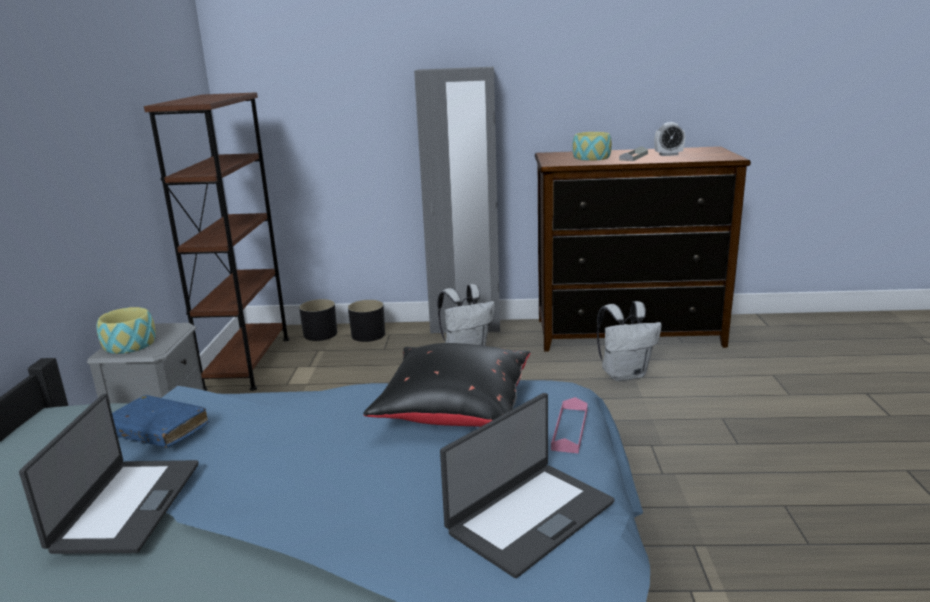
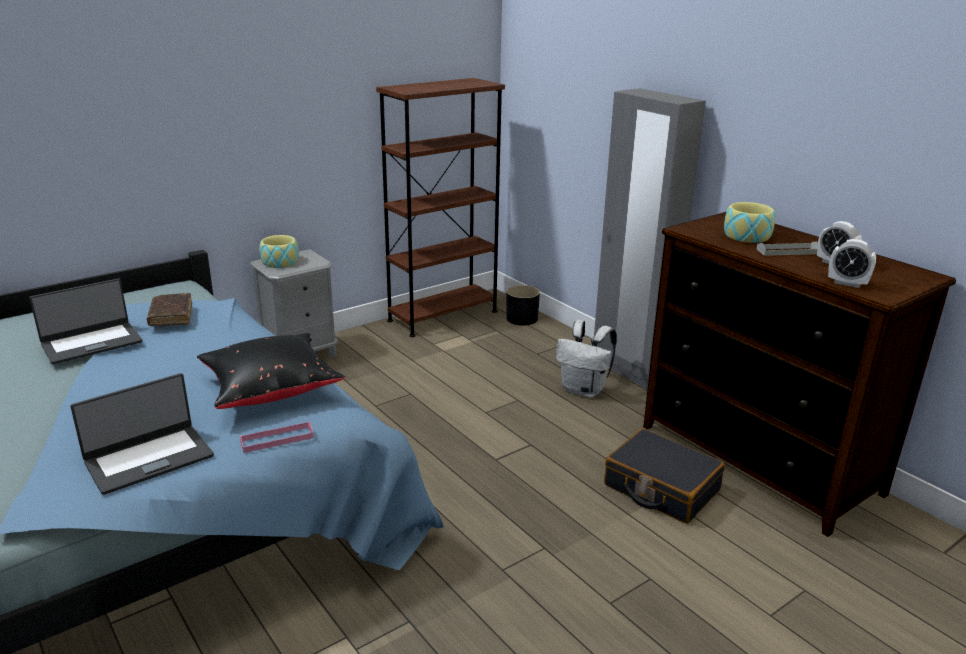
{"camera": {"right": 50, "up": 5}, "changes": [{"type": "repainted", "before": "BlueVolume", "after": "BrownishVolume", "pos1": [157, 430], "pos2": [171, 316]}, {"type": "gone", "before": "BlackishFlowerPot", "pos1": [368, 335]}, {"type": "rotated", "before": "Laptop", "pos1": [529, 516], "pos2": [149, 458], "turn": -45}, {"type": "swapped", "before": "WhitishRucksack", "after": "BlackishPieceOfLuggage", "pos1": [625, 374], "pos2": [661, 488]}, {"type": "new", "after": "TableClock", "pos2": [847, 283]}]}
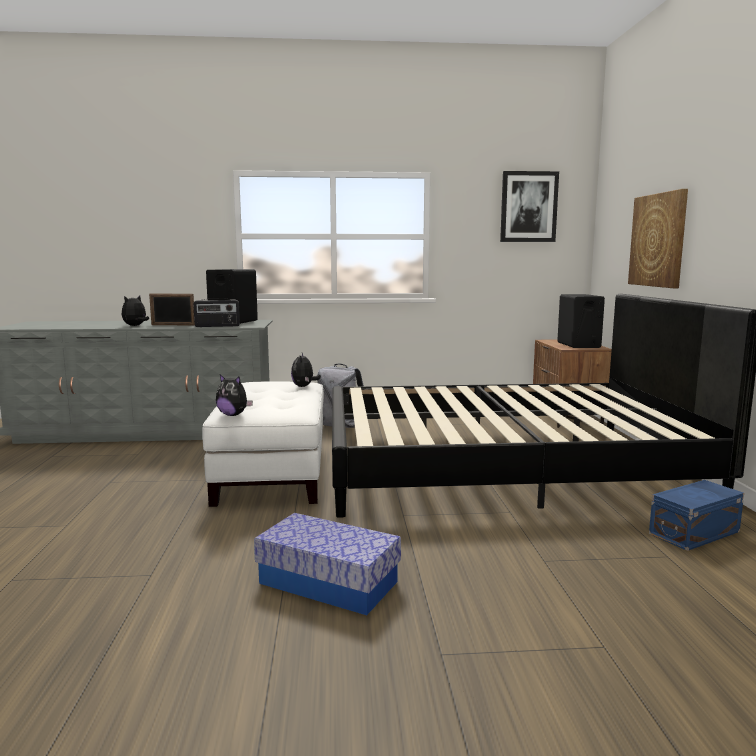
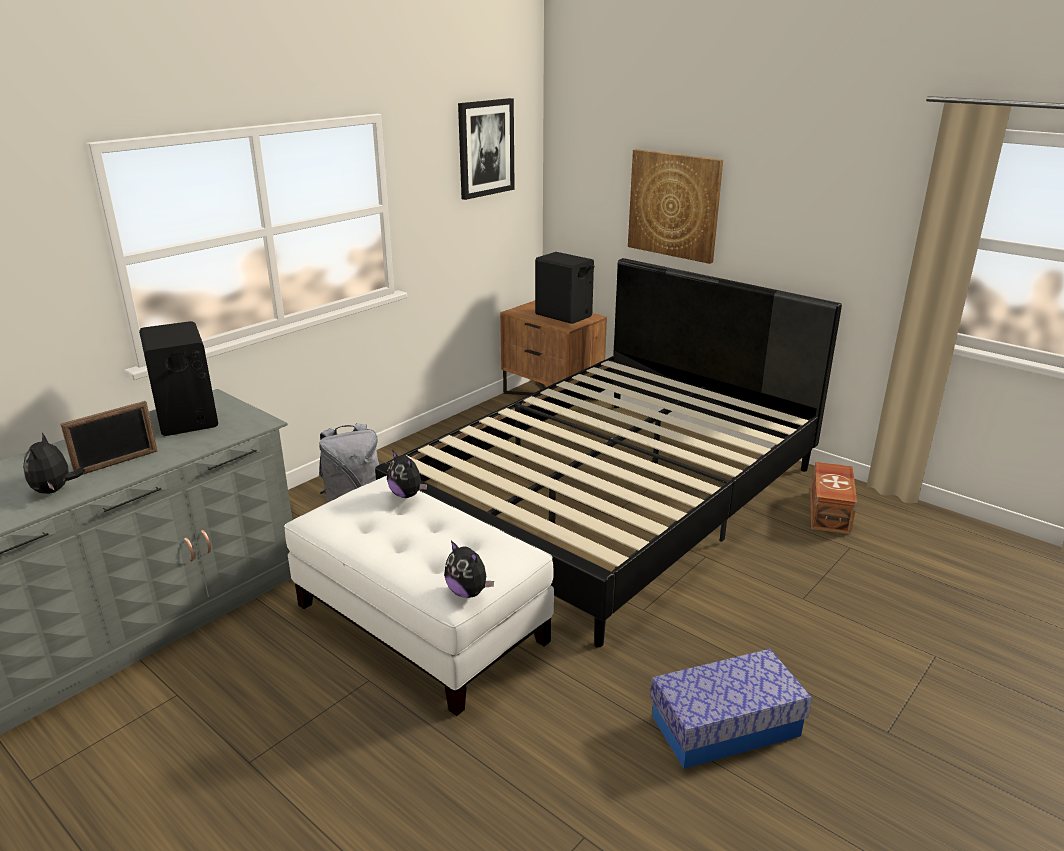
{"camera": {"right": -45, "up": 15}, "changes": [{"type": "gone", "before": "RadioSet", "pos1": [217, 326]}, {"type": "rotated", "before": "CuddlyToy", "pos1": [233, 415], "pos2": [468, 592], "turn": 60}, {"type": "repainted", "before": "BlueStorageBin", "after": "BrownishStorageBin", "pos1": [696, 533], "pos2": [830, 512]}]}
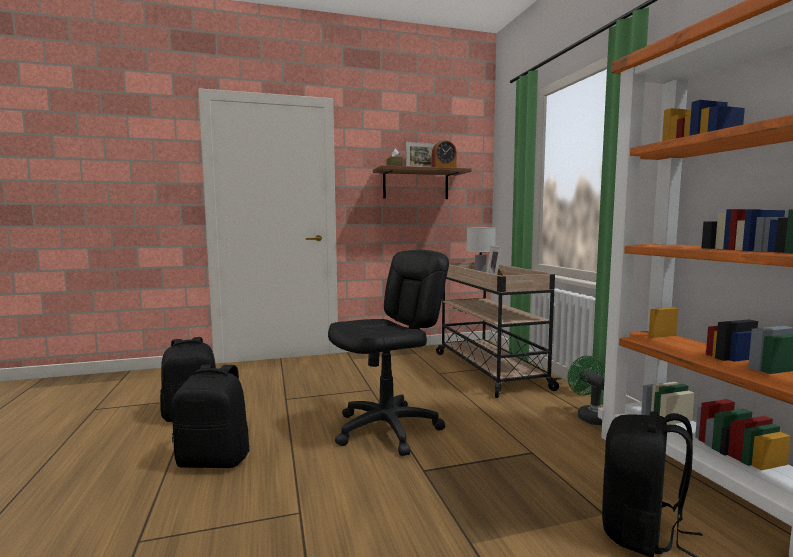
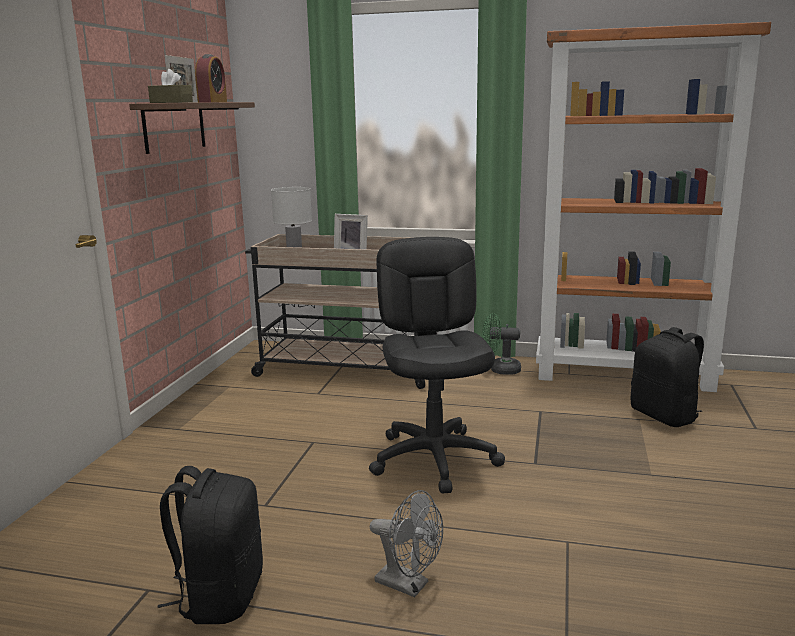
{"camera": {"right": -60, "up": 10}, "changes": [{"type": "swapped", "before": "BlackishRucksack", "after": "GrayFan", "pos1": [215, 460], "pos2": [409, 585]}]}
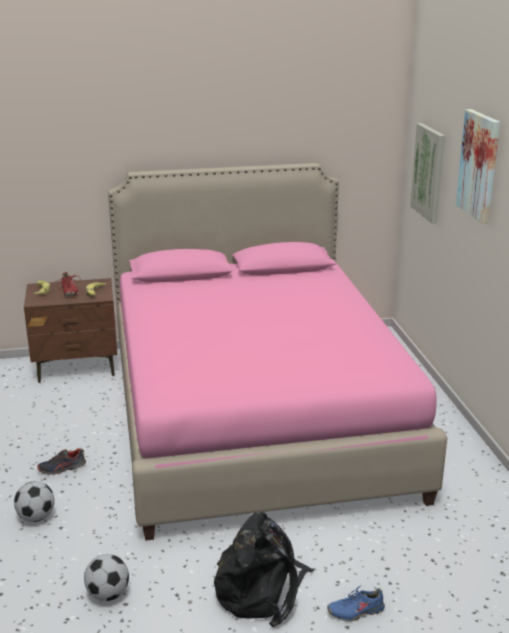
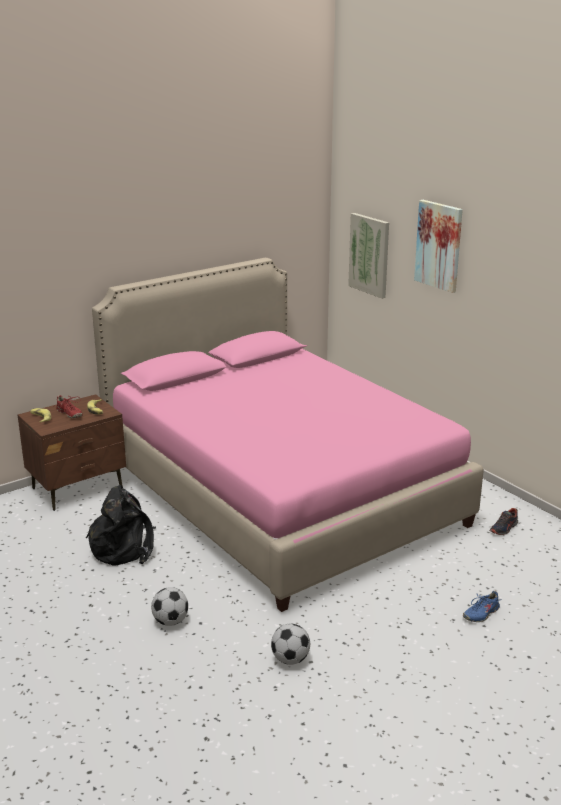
{"camera": {"right": -25, "up": 0}, "changes": [{"type": "shifted", "before": "LowShoe", "pos1": [62, 468], "pos2": [504, 528]}, {"type": "shifted", "before": "BlackishRucksack", "pos1": [262, 591], "pos2": [124, 547]}]}
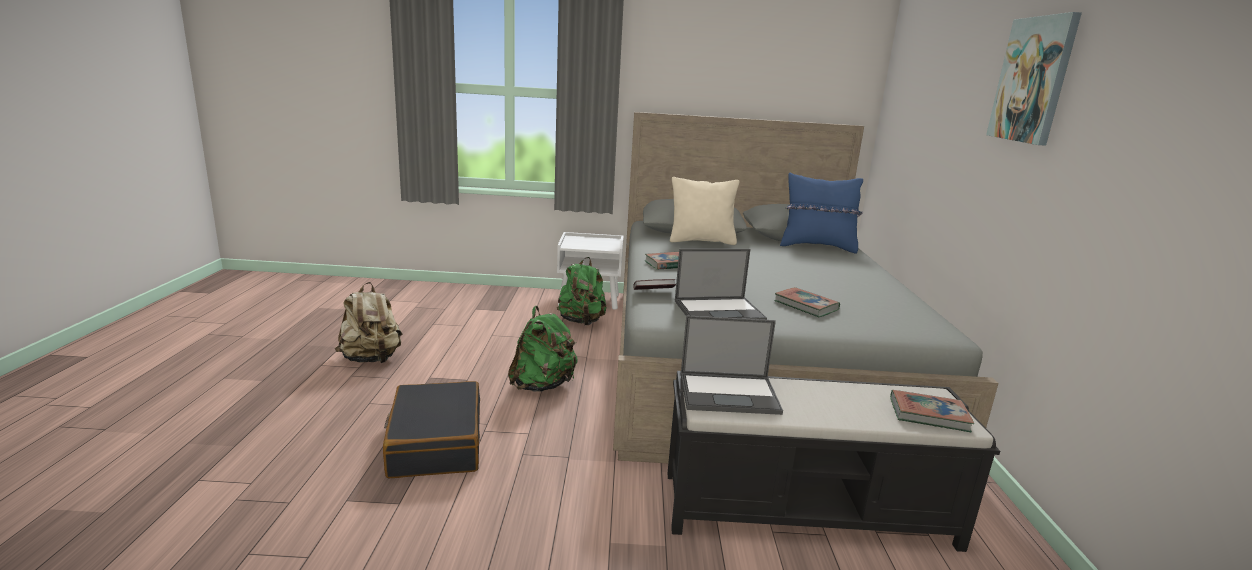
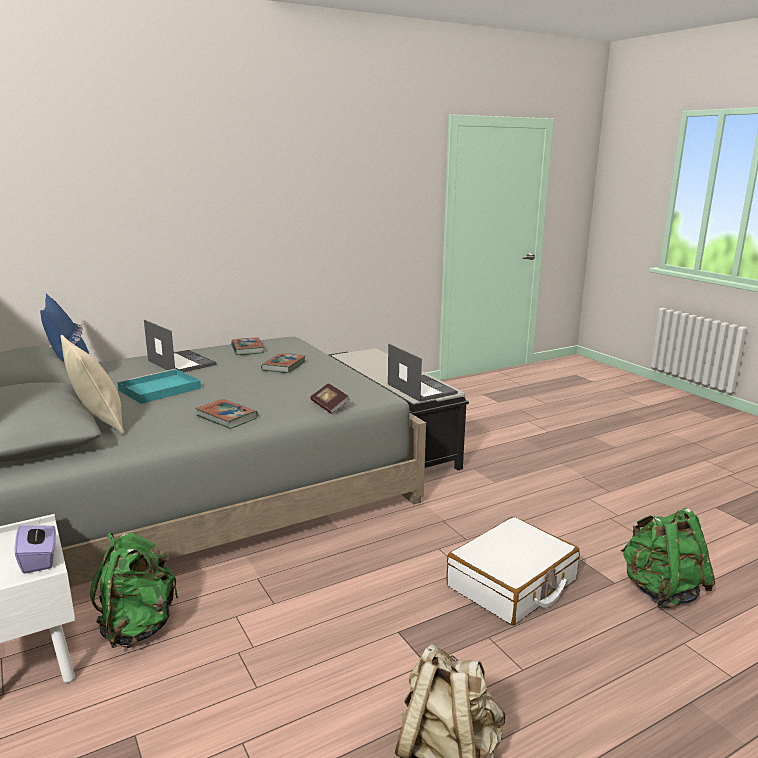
{"camera": {"right": -120, "up": 0}, "changes": [{"type": "repainted", "before": "BlackishPieceOfLuggage", "after": "WhitishPieceOfLuggage", "pos1": [435, 443], "pos2": [512, 584]}, {"type": "shifted", "before": "GreenRucksack", "pos1": [542, 385], "pos2": [661, 591]}, {"type": "shifted", "before": "Laptop", "pos1": [720, 311], "pos2": [181, 362]}, {"type": "shifted", "before": "Volume", "pos1": [928, 415], "pos2": [247, 349]}, {"type": "gone", "before": "WallPicture", "pos1": [1033, 80]}, {"type": "new", "after": "PurpleColouredBoxOfTissues", "pos2": [39, 560]}, {"type": "new", "after": "BlueGreenServingTray", "pos2": [158, 389]}]}
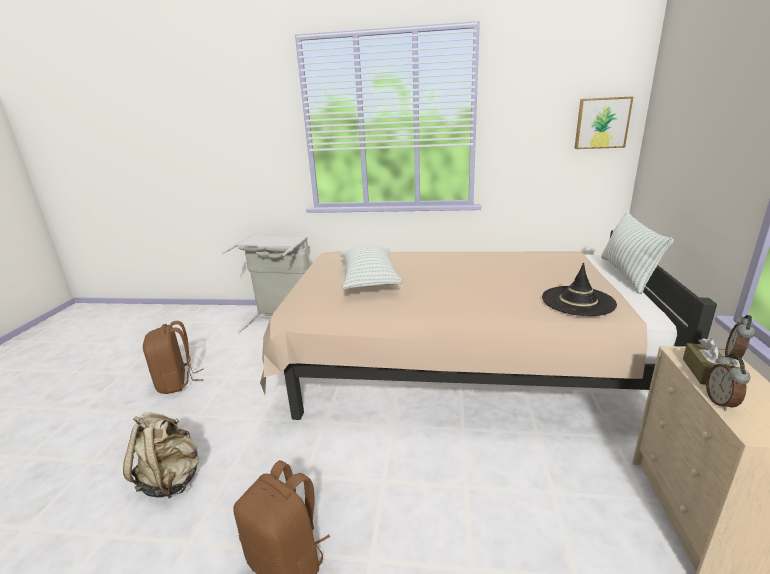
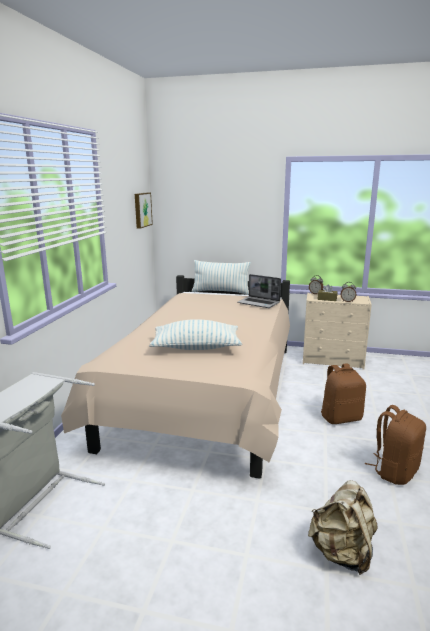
{"camera": {"right": -85, "up": -5}, "changes": [{"type": "shifted", "before": "BrownishRucksack", "pos1": [177, 382], "pos2": [341, 417]}, {"type": "swapped", "before": "BlackishWearableHat", "after": "Laptop", "pos1": [578, 301], "pos2": [259, 303]}]}
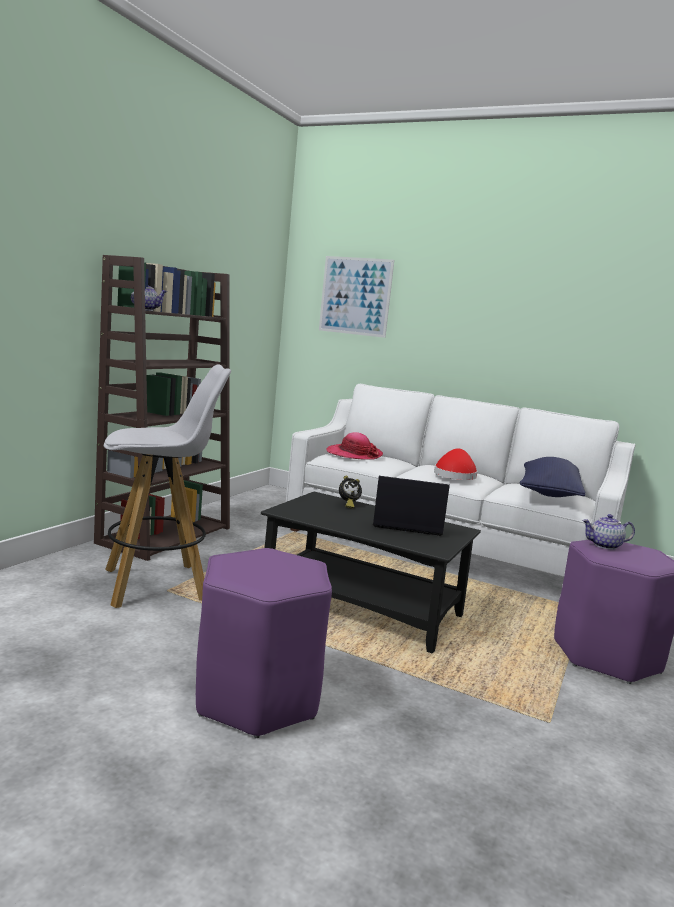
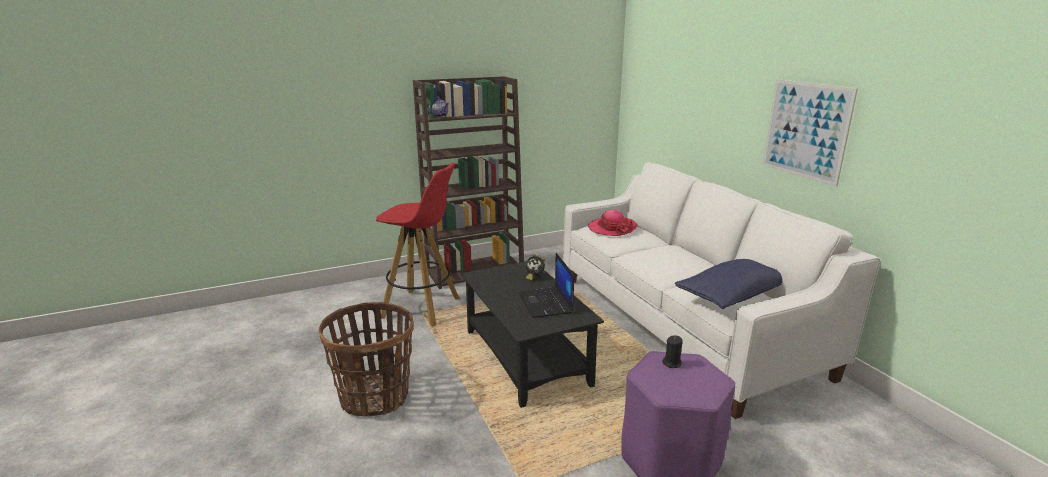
{"camera": {"right": 40, "up": 10}, "changes": [{"type": "repainted", "before": "WhitishStool", "after": "RedStool", "pos1": [158, 585], "pos2": [422, 308]}, {"type": "swapped", "before": "PurpleColouredStool", "after": "HouseholdBasket", "pos1": [256, 698], "pos2": [375, 397]}, {"type": "shifted", "before": "WallPicture", "pos1": [355, 296], "pos2": [806, 130]}, {"type": "rotated", "before": "Laptop", "pos1": [406, 524], "pos2": [546, 303], "turn": -150}, {"type": "gone", "before": "RedWearableHat", "pos1": [454, 475]}, {"type": "swapped", "before": "TeaPot", "after": "BlackishWaxLight", "pos1": [605, 546], "pos2": [672, 363]}]}
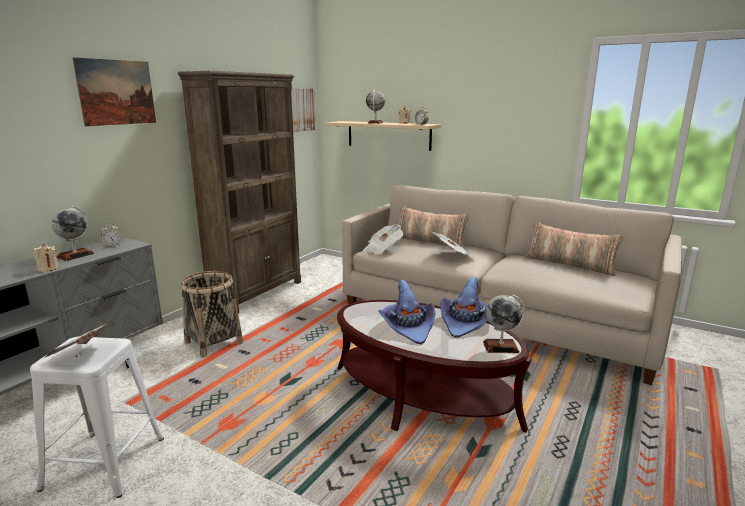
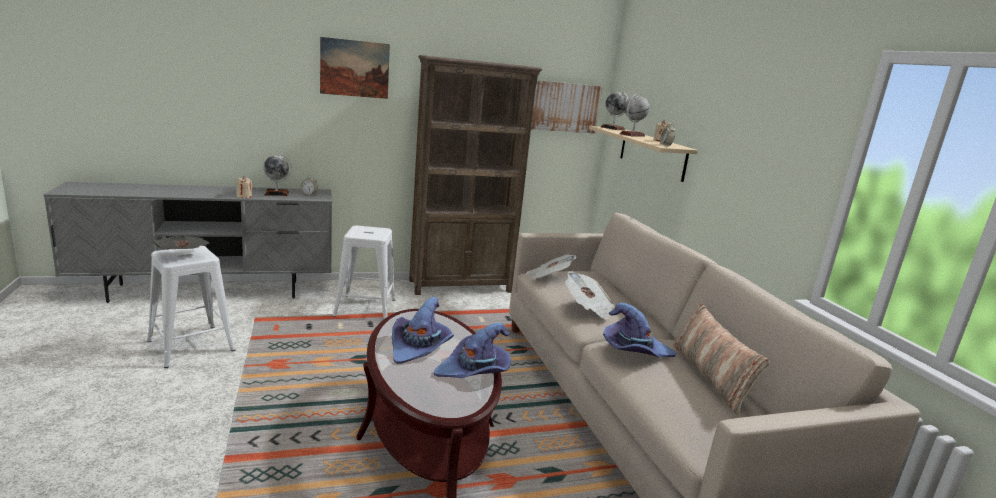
{"camera": {"right": 40, "up": 0}, "changes": [{"type": "swapped", "before": "HouseholdBasket", "after": "WhitishStool", "pos1": [214, 342], "pos2": [365, 307]}, {"type": "gone", "before": "Cushion", "pos1": [429, 241]}, {"type": "shifted", "before": "DeskGlobe", "pos1": [501, 347], "pos2": [612, 128]}, {"type": "new", "after": "PurpleColouredWearableHat", "pos2": [634, 350]}]}
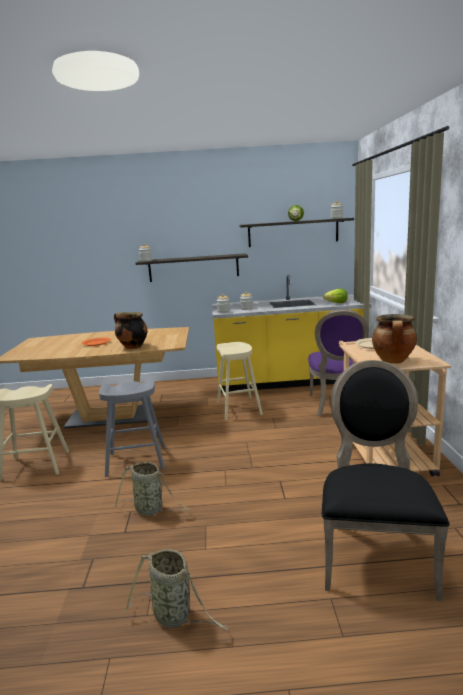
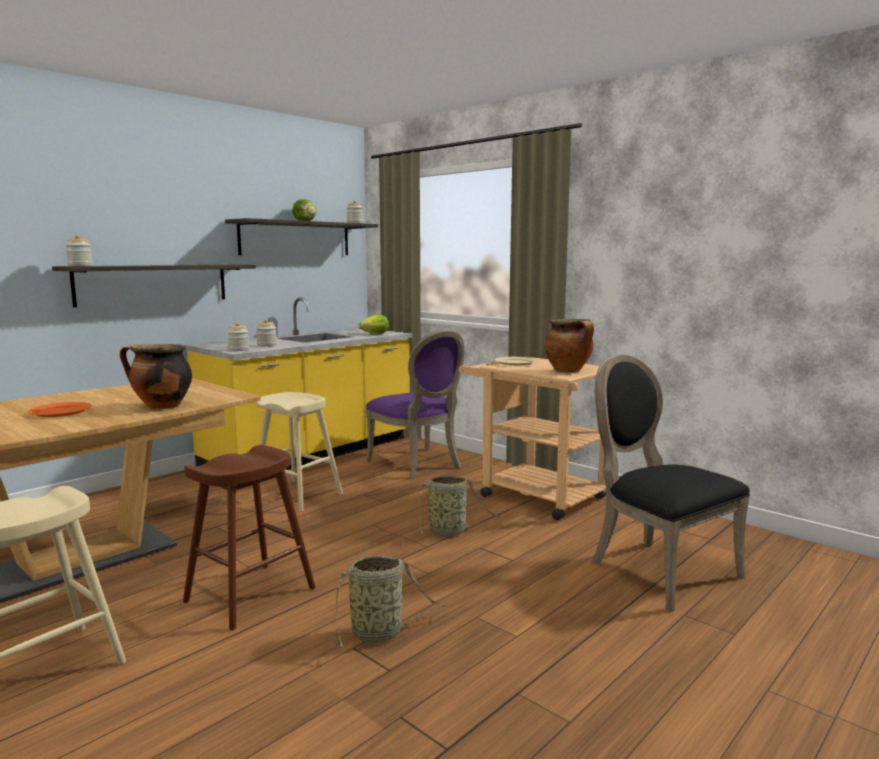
{"camera": {"right": -45, "up": -5}, "changes": [{"type": "repainted", "before": "GrayStool", "after": "BrownishStool", "pos1": [136, 461], "pos2": [250, 595]}, {"type": "shifted", "before": "HouseholdBasket", "pos1": [175, 616], "pos2": [450, 532]}]}
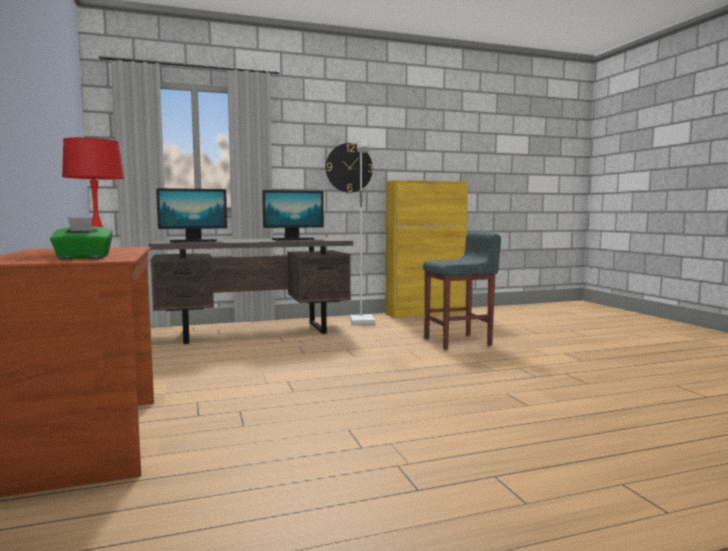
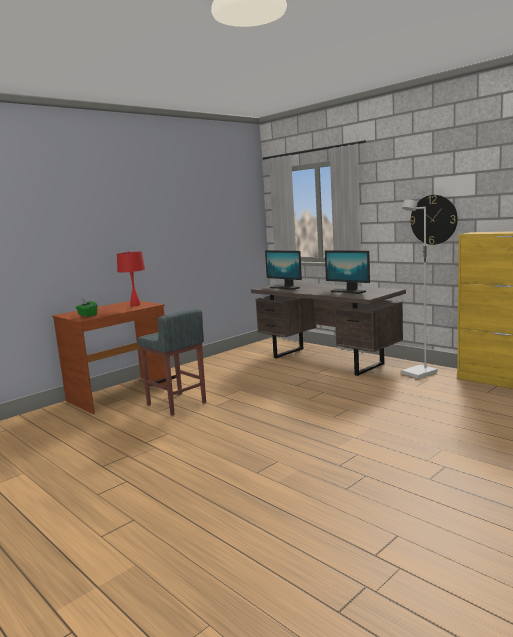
{"camera": {"right": 65, "up": 5}, "changes": [{"type": "shifted", "before": "GrayStool", "pos1": [458, 342], "pos2": [177, 404]}]}
